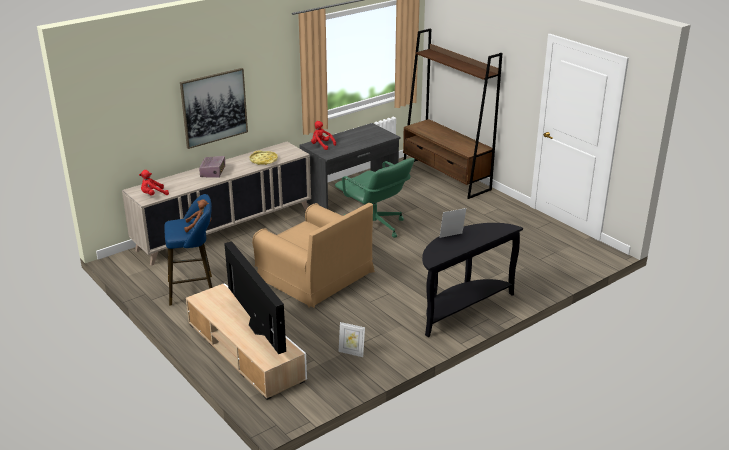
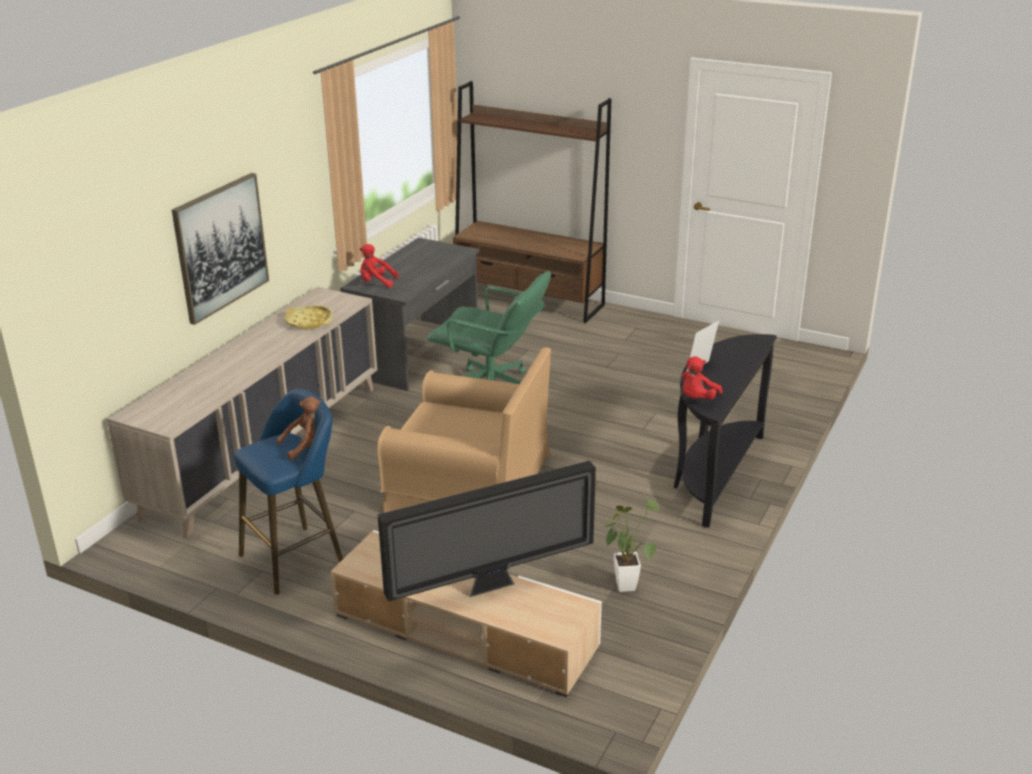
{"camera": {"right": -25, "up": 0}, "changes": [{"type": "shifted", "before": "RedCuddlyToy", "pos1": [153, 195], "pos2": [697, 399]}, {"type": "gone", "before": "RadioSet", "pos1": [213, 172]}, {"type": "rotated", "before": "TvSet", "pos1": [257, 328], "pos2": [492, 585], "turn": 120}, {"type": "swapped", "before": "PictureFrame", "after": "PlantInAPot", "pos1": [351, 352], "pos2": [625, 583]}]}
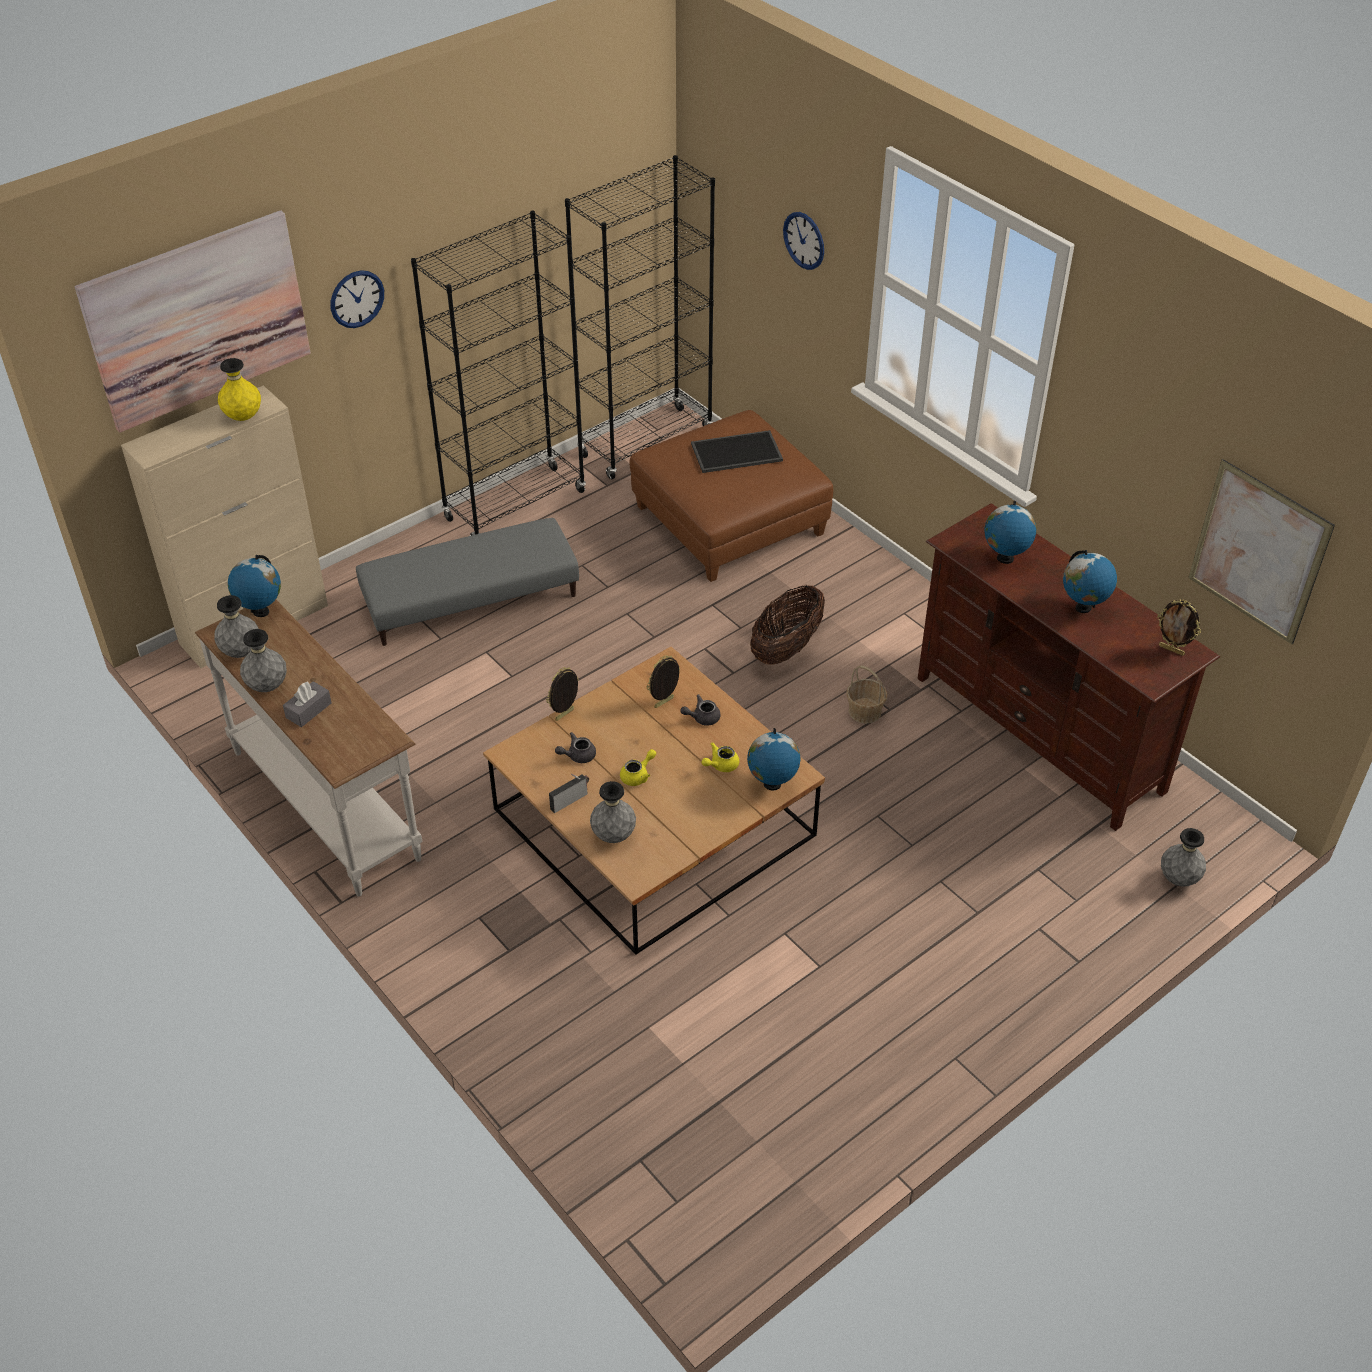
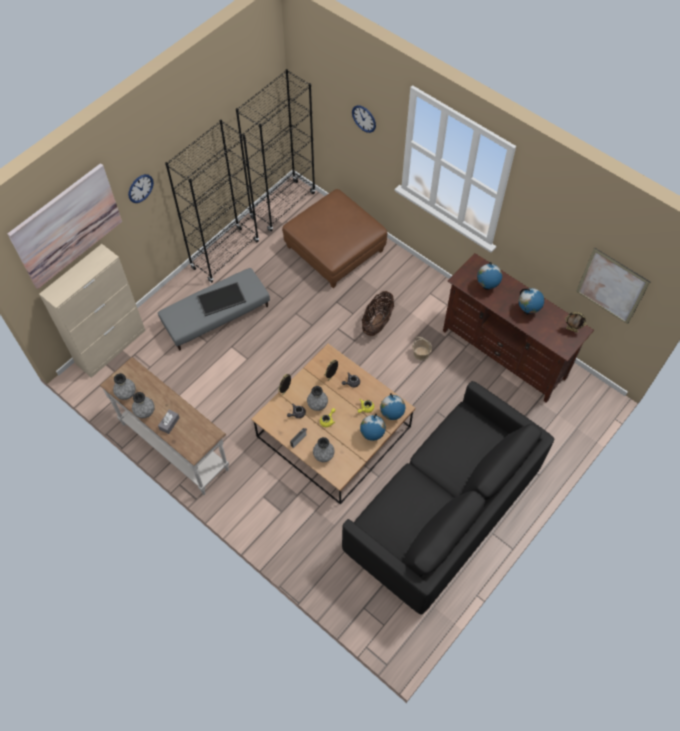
{"camera": {"right": -10, "up": 15}, "changes": [{"type": "gone", "before": "YellowDecorativeVase", "pos1": [243, 417]}, {"type": "shifted", "before": "DeskGlobe", "pos1": [260, 612], "pos2": [372, 435]}, {"type": "shifted", "before": "ServingTray", "pos1": [736, 453], "pos2": [221, 300]}, {"type": "shifted", "before": "GrayDecorativeVase", "pos1": [1178, 879], "pos2": [317, 405]}, {"type": "new", "after": "BlackishSettee", "pos2": [442, 512]}]}
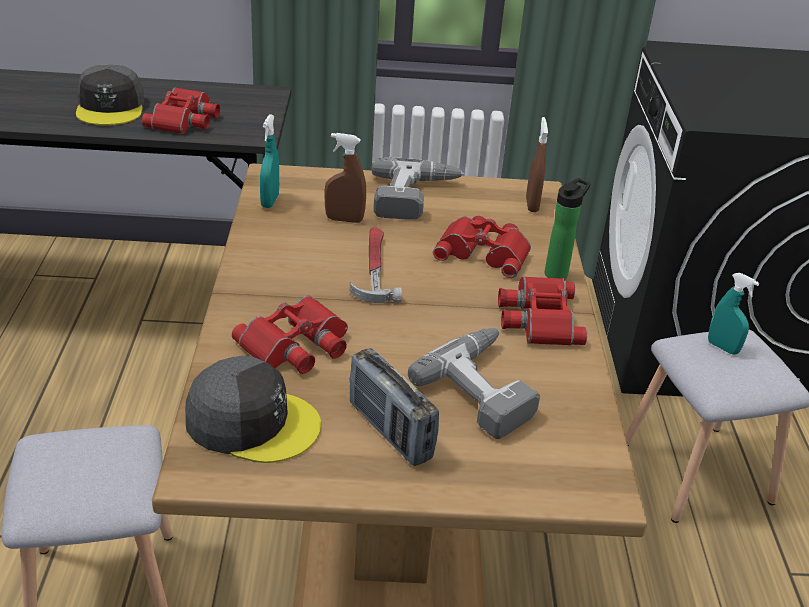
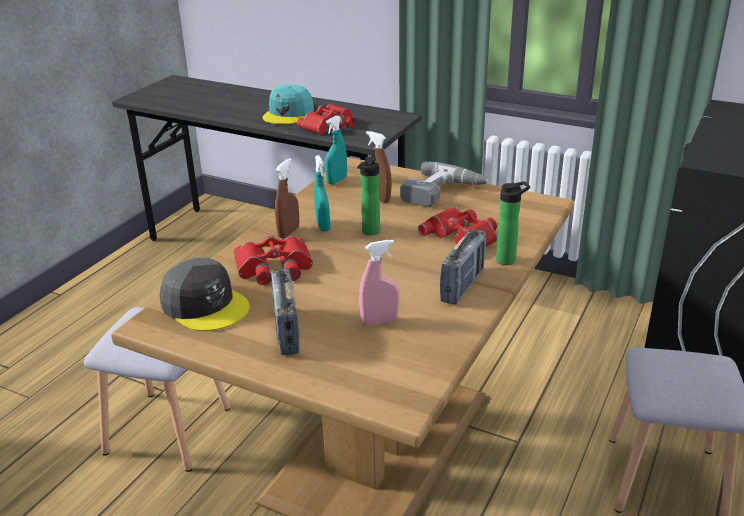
{"camera": {"right": 30, "up": -5}, "changes": [{"type": "repainted", "before": "GrayBaseballCap", "after": "BlueGreenBaseballCap", "pos1": [111, 107], "pos2": [289, 114]}, {"type": "swapped", "before": "HandHammer", "after": "DrinkBottle", "pos1": [373, 268], "pos2": [369, 232]}, {"type": "swapped", "before": "Drill", "after": "PinkishSprayBottle", "pos1": [487, 388], "pos2": [379, 321]}, {"type": "swapped", "before": "RedBinoculars", "after": "RadioSet", "pos1": [538, 318], "pos2": [462, 285]}, {"type": "shifted", "before": "BrownishSprayBottle", "pos1": [532, 204], "pos2": [288, 232]}, {"type": "shifted", "before": "BlueGreenSprayBottle", "pos1": [722, 347], "pos2": [323, 226]}]}
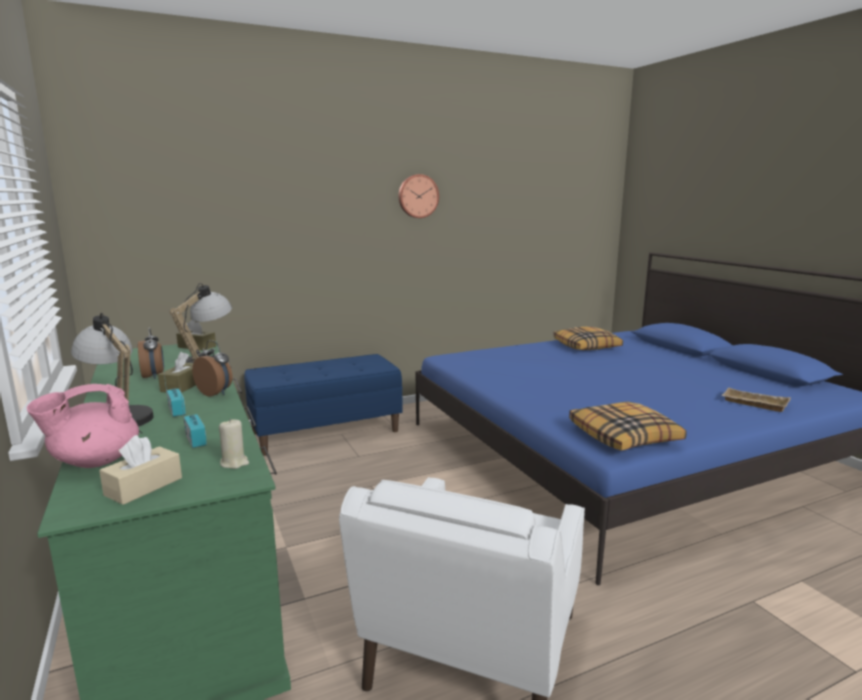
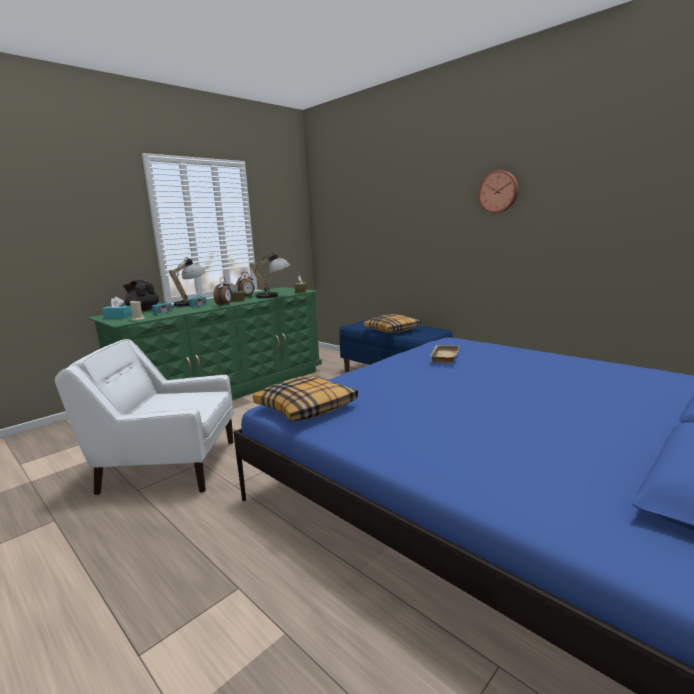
{"camera": {"right": 70, "up": 0}, "changes": [{"type": "repainted", "before": "PinkishTeaPot", "after": "BlackishTeaPot", "pos1": [95, 461], "pos2": [143, 310]}, {"type": "repainted", "before": "BeigeBoxOfTissues", "after": "BlueGreenBoxOfTissues", "pos1": [144, 486], "pos2": [118, 317]}, {"type": "shifted", "before": "Cushion", "pos1": [587, 346], "pos2": [392, 330]}, {"type": "shifted", "before": "BeigeServingTray", "pos1": [753, 404], "pos2": [443, 356]}]}
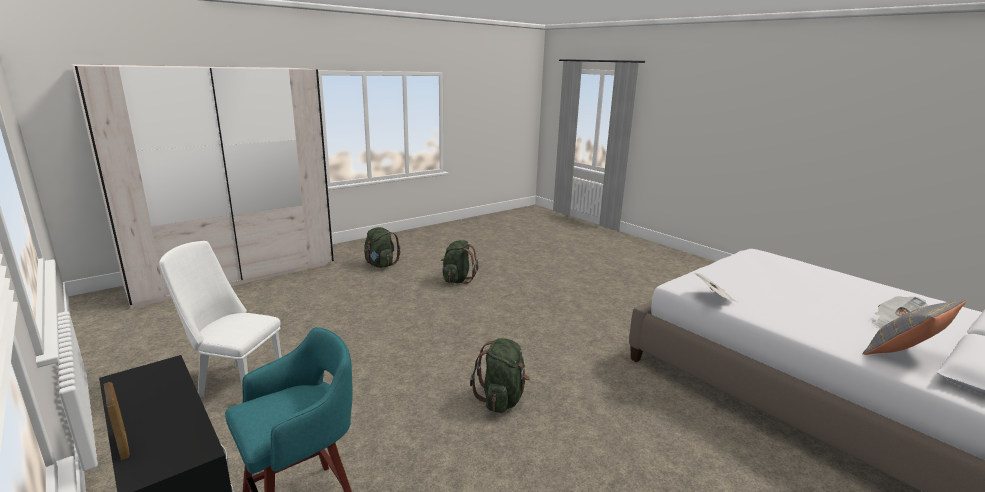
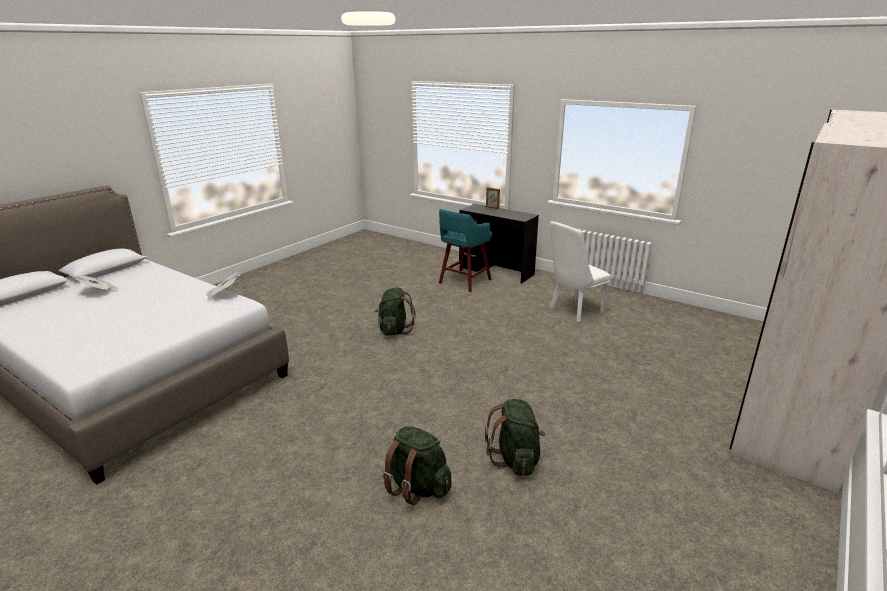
{"camera": {"right": 165, "up": 5}, "changes": [{"type": "rotated", "before": "WhitishChair", "pos1": [236, 382], "pos2": [573, 311], "turn": 150}, {"type": "shifted", "before": "GreenRucksack", "pos1": [380, 265], "pos2": [417, 487]}, {"type": "gone", "before": "GrayCushion", "pos1": [903, 354]}]}
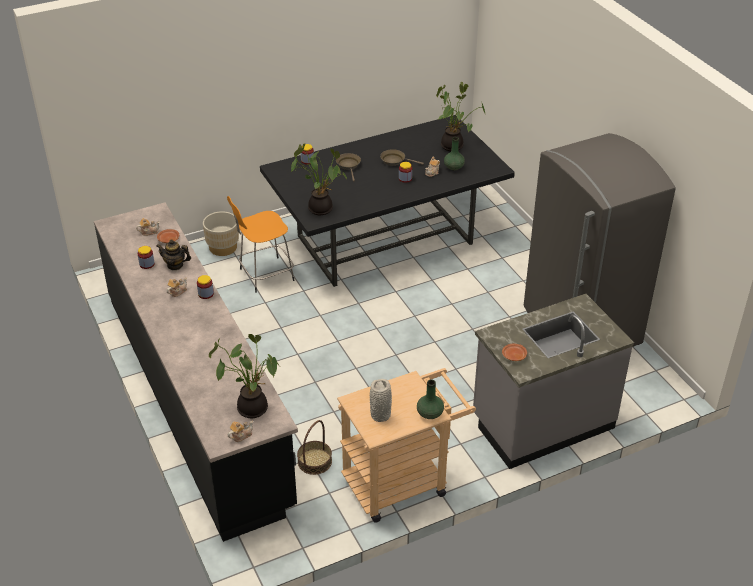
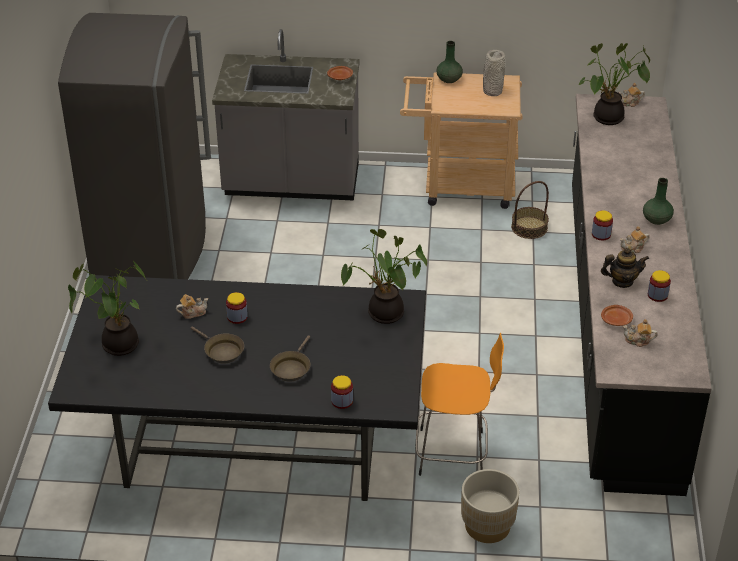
{"camera": {"right": -150, "up": 0}, "changes": [{"type": "rotated", "before": "TeaPot", "pos1": [175, 265], "pos2": [622, 281], "turn": -45}, {"type": "shifted", "before": "GreenDecorativeVase", "pos1": [453, 167], "pos2": [656, 220]}]}
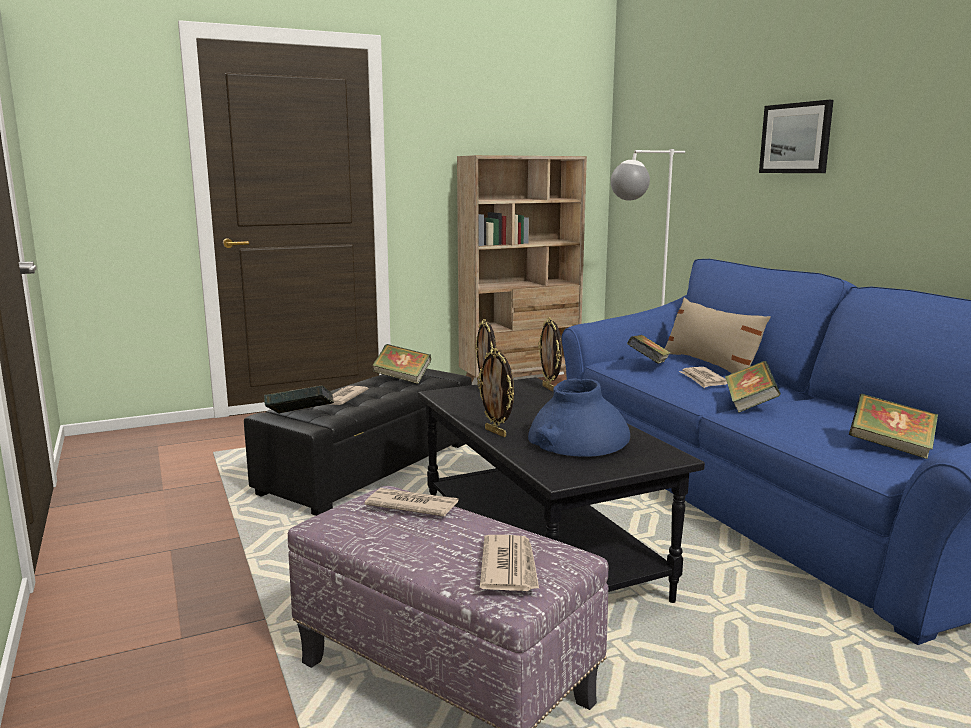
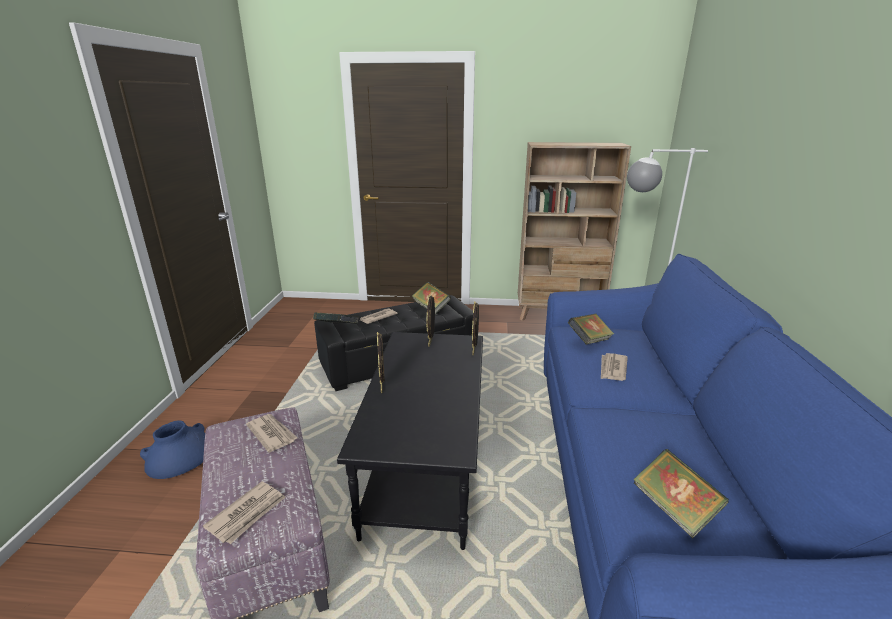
{"camera": {"right": 30, "up": 10}, "changes": [{"type": "shifted", "before": "BlueDecorativeVase", "pos1": [578, 440], "pos2": [180, 457]}, {"type": "gone", "before": "BeigeCushion", "pos1": [710, 366]}, {"type": "gone", "before": "Volume", "pos1": [749, 405]}, {"type": "gone", "before": "WallPicture", "pos1": [796, 138]}]}
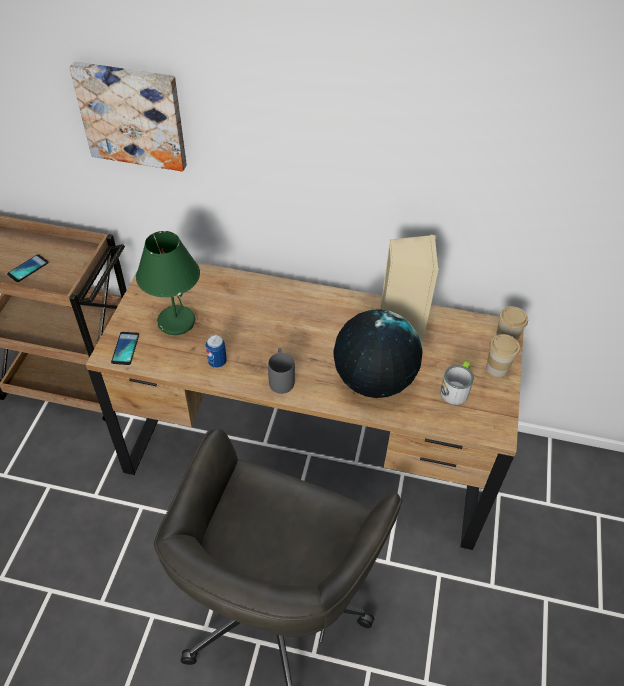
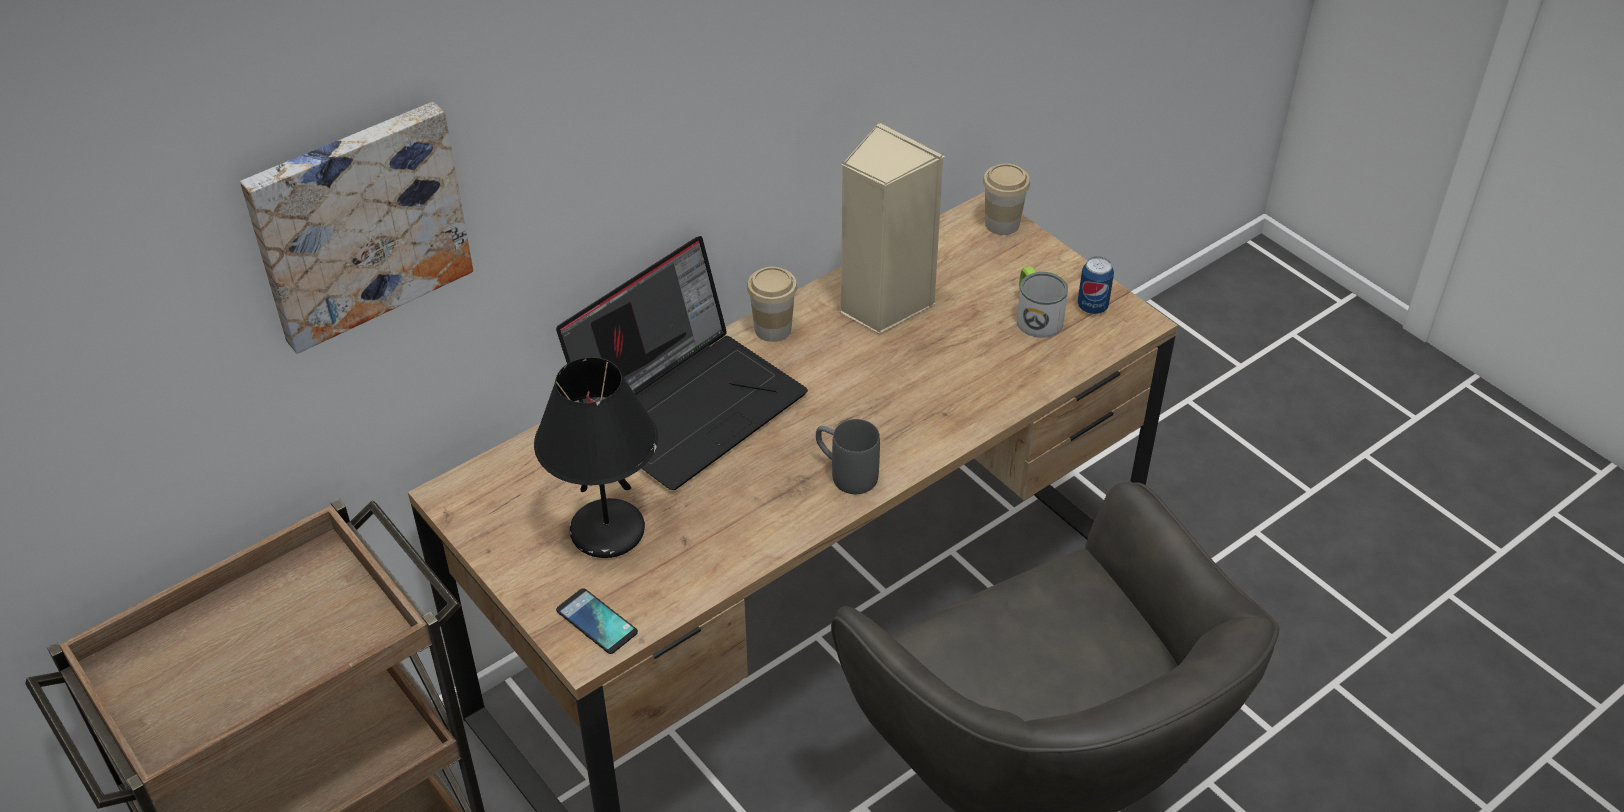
{"camera": {"right": -50, "up": -5}, "changes": [{"type": "gone", "before": "Handset", "pos1": [28, 268]}, {"type": "repainted", "before": "GreenTabletopLamp", "after": "BlackishTabletopLamp", "pos1": [175, 322], "pos2": [606, 532]}, {"type": "shifted", "before": "SealedCan", "pos1": [217, 362], "pos2": [1092, 307]}, {"type": "gone", "before": "DeskGlobe", "pos1": [373, 380]}, {"type": "shifted", "before": "DrinkingCup", "pos1": [497, 368], "pos2": [773, 329]}, {"type": "new", "after": "Laptop", "pos2": [689, 403]}]}
